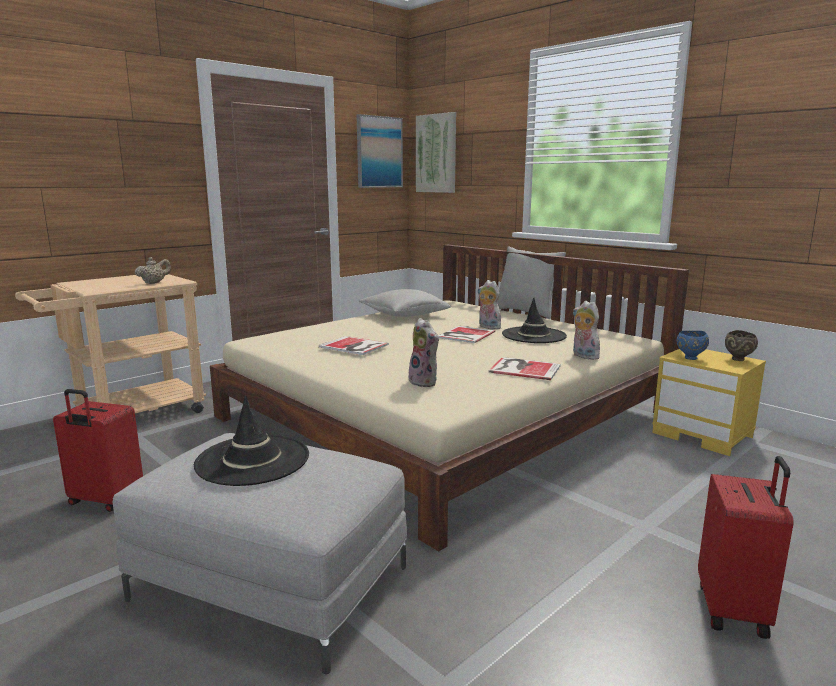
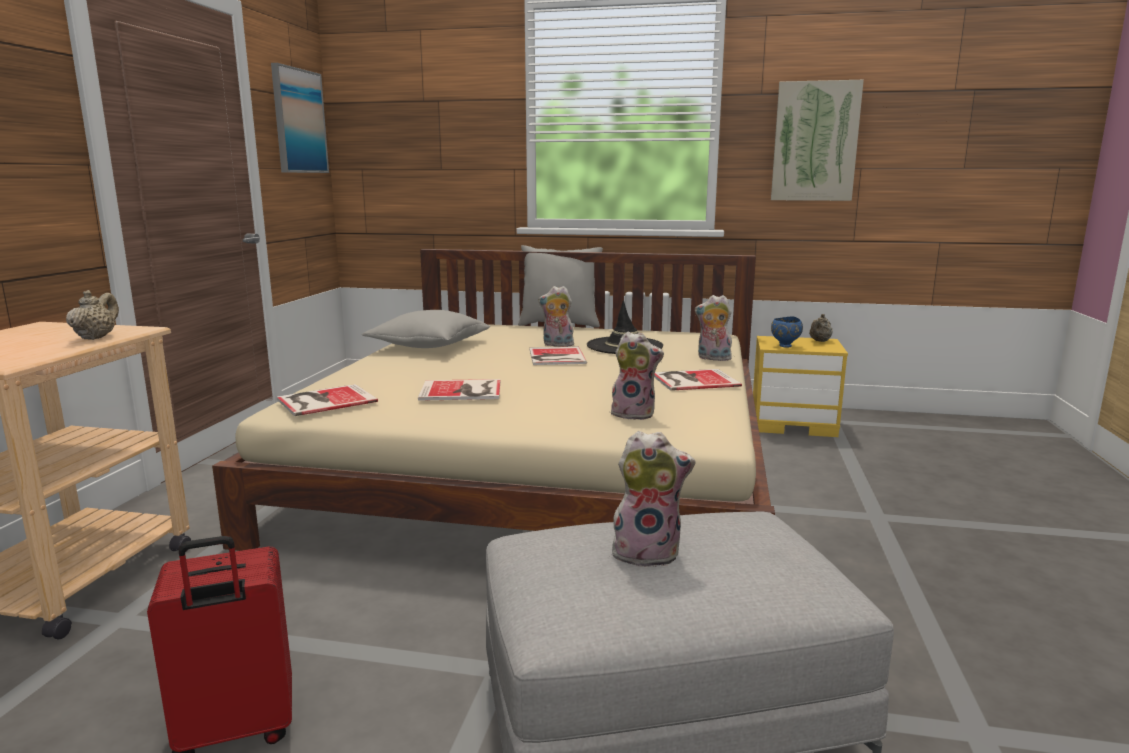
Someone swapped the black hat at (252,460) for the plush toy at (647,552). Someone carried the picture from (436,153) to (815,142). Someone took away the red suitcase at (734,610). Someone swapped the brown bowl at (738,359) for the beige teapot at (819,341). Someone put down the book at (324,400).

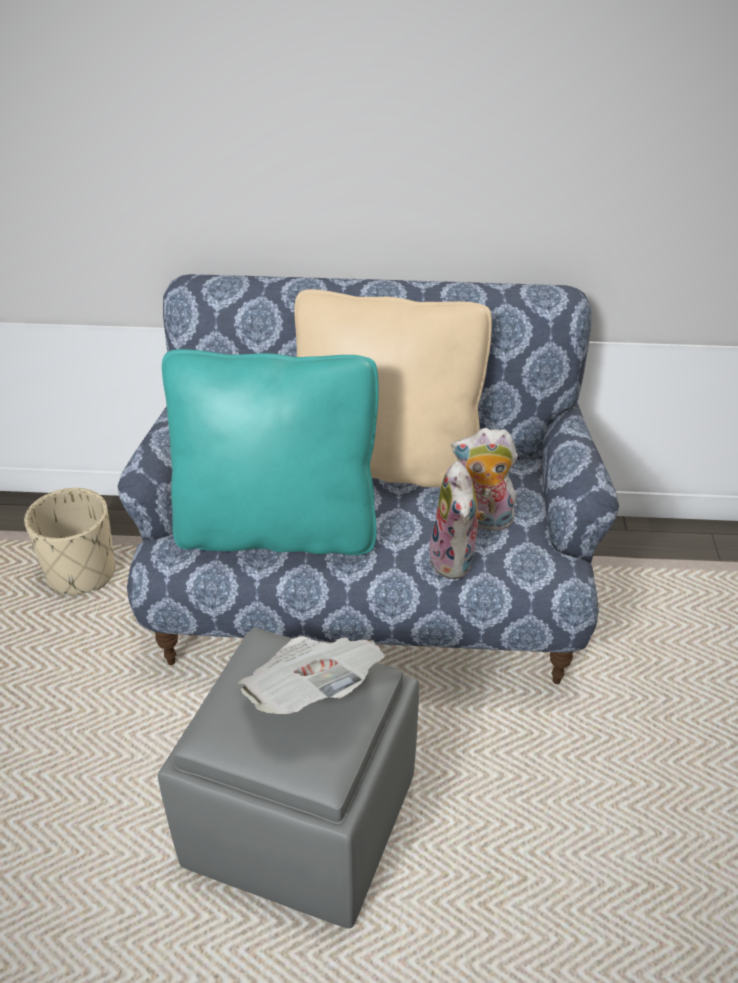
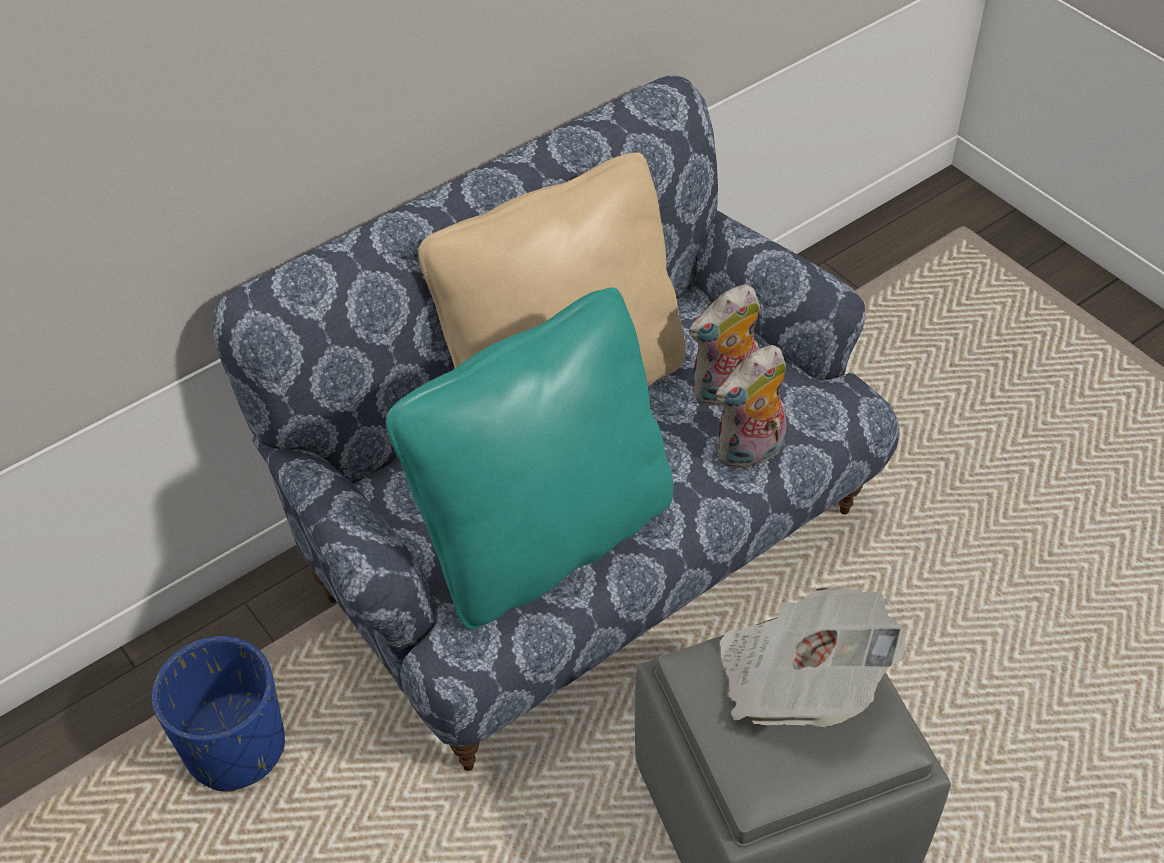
Someone repainted the beige planter at (81,573), which became the blue planter at (235,747). Someone rotated the plush toy at (456,561) by 105 degrees clockwise.

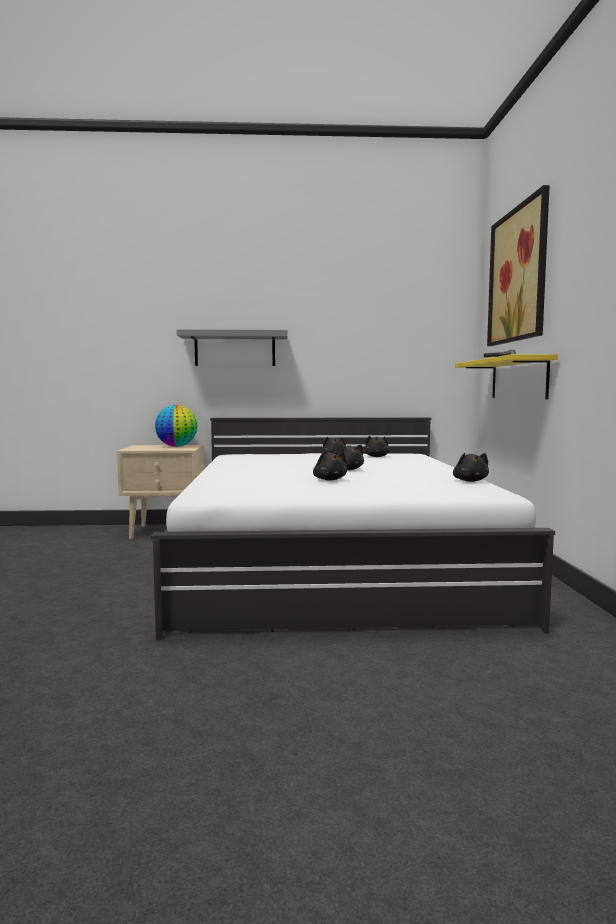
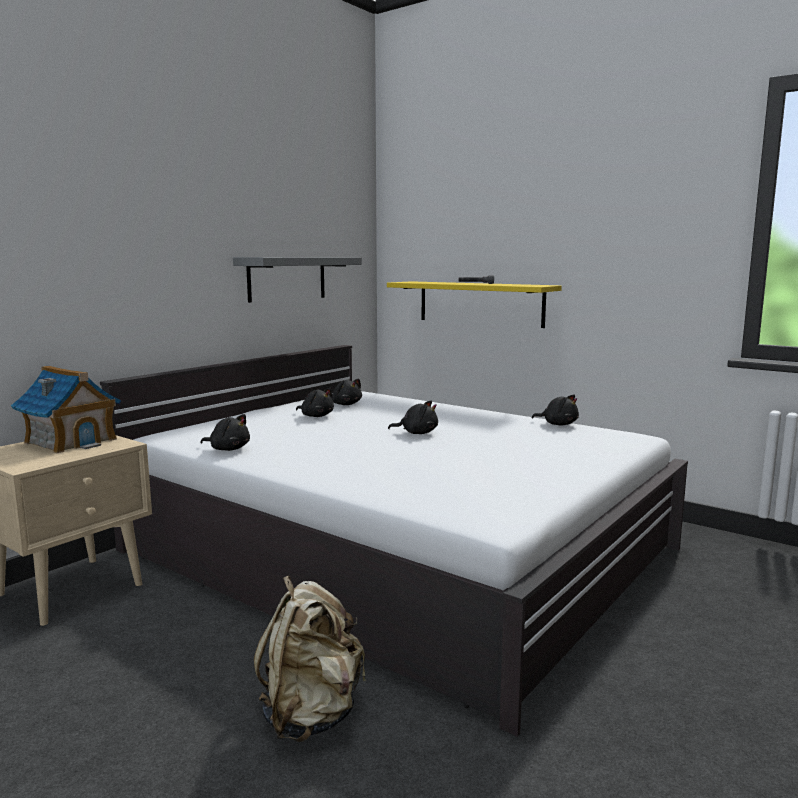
Someone swapped the globe at (177,446) for the toy house at (71,441). Someone carried the grey shelf from (235,349) to (287,278). Someone carried the black plush toy from (329,480) to (228,449). Someone took away the picture at (518,275). Someone put down the beige backpack at (311,714).

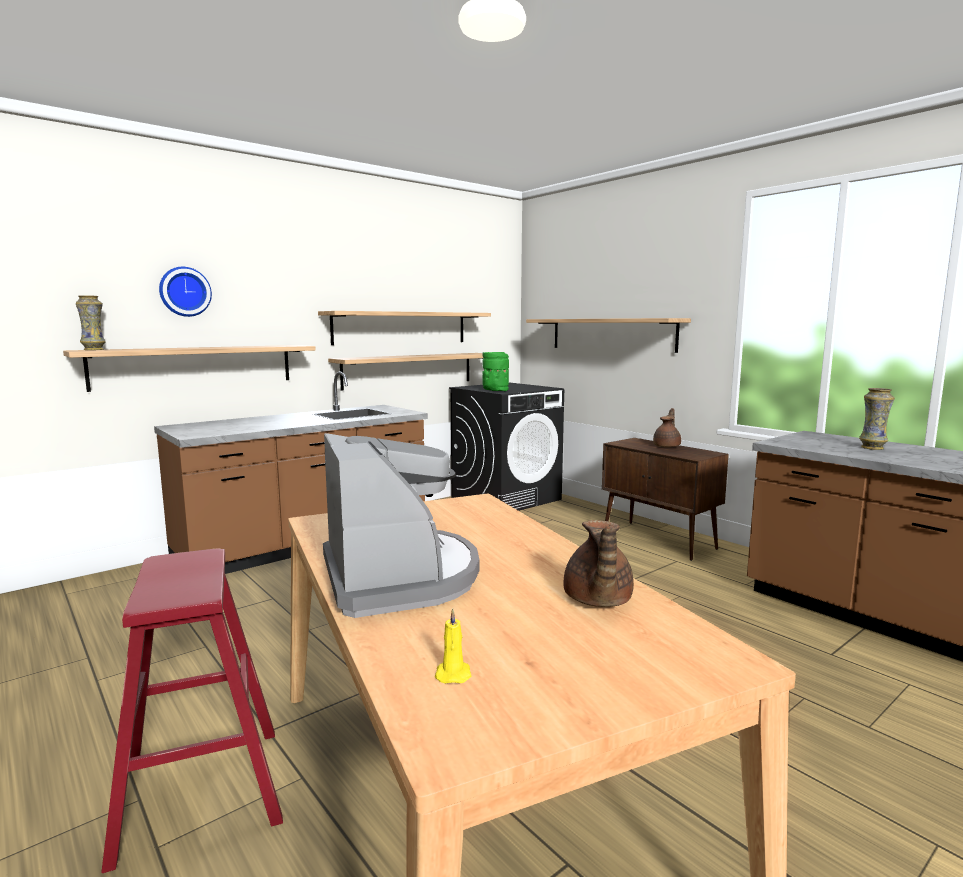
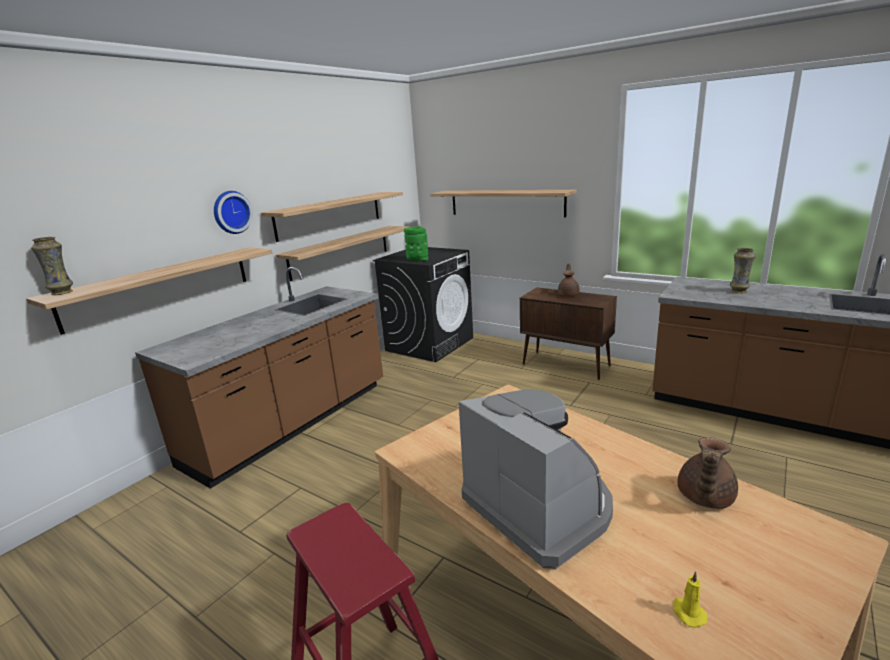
Someone carried the wall clock from (184,292) to (231,212). Someone rotated the brown teapot at (597,601) by 45 degrees clockwise.

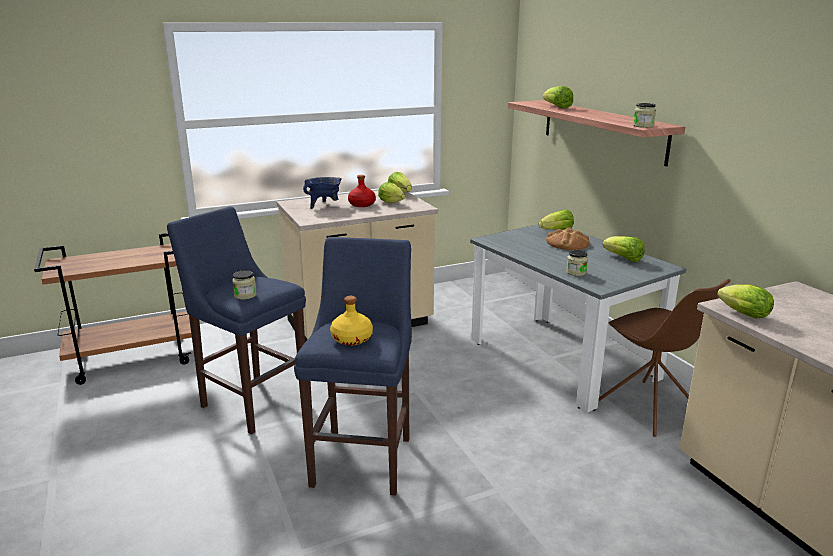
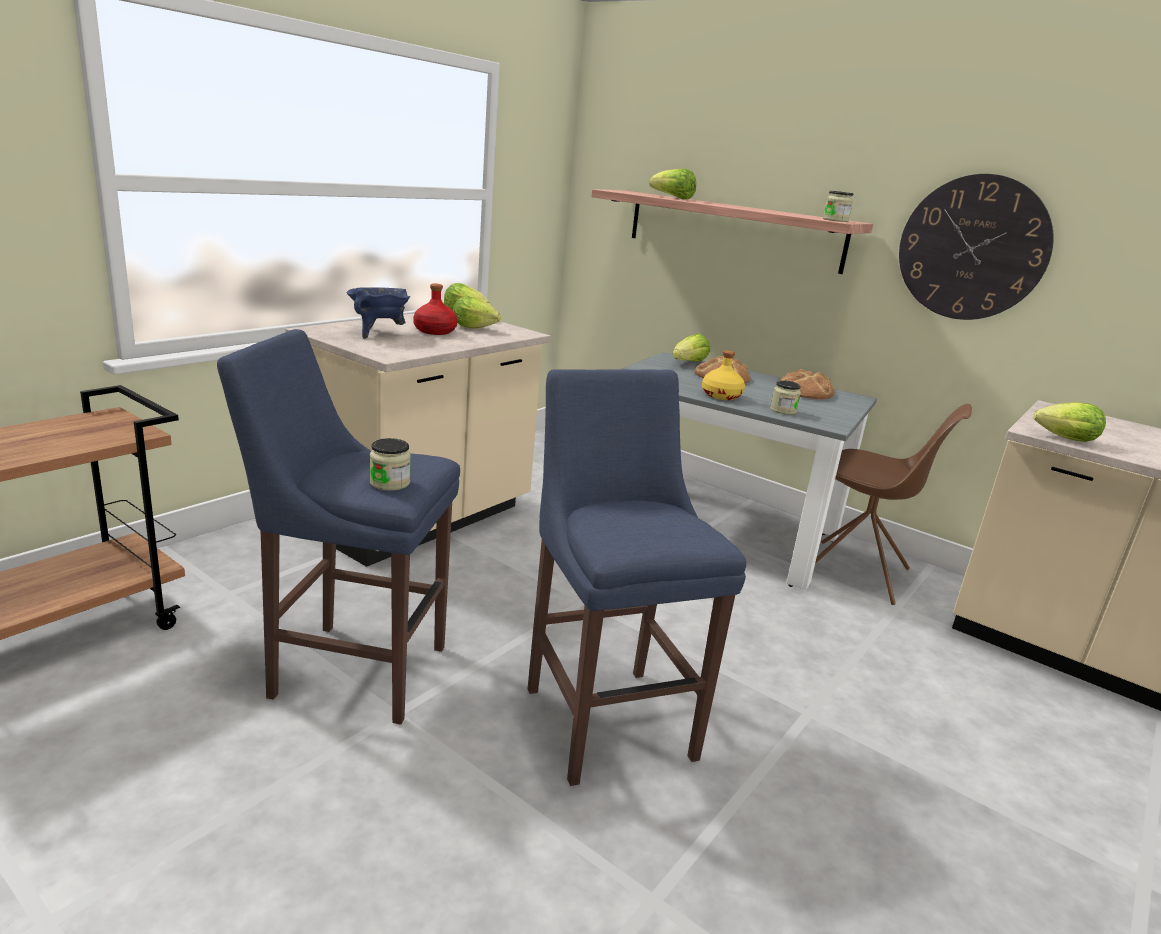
Someone carried the yellow bottle from (352,339) to (721,396). Someone swapped the lettuce at (623,259) for the bread at (805,391). Someone put up the wall clock at (972,248).

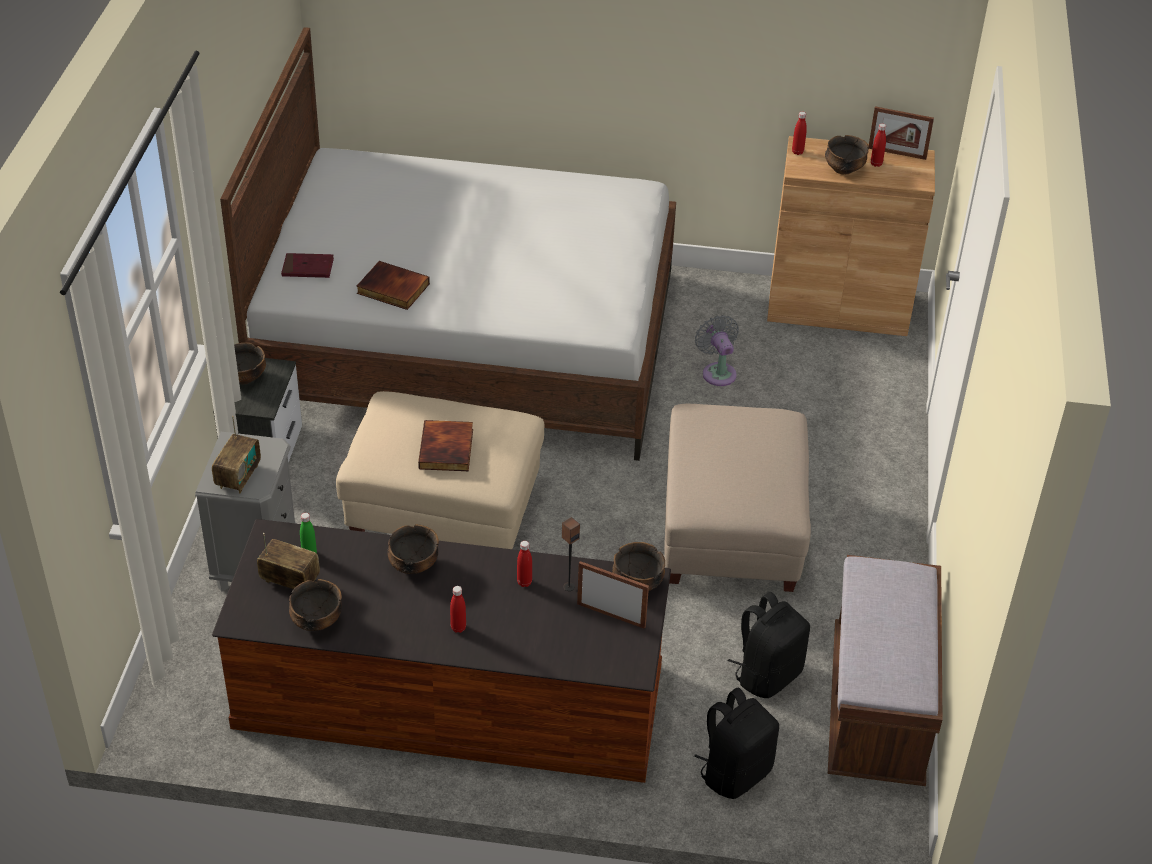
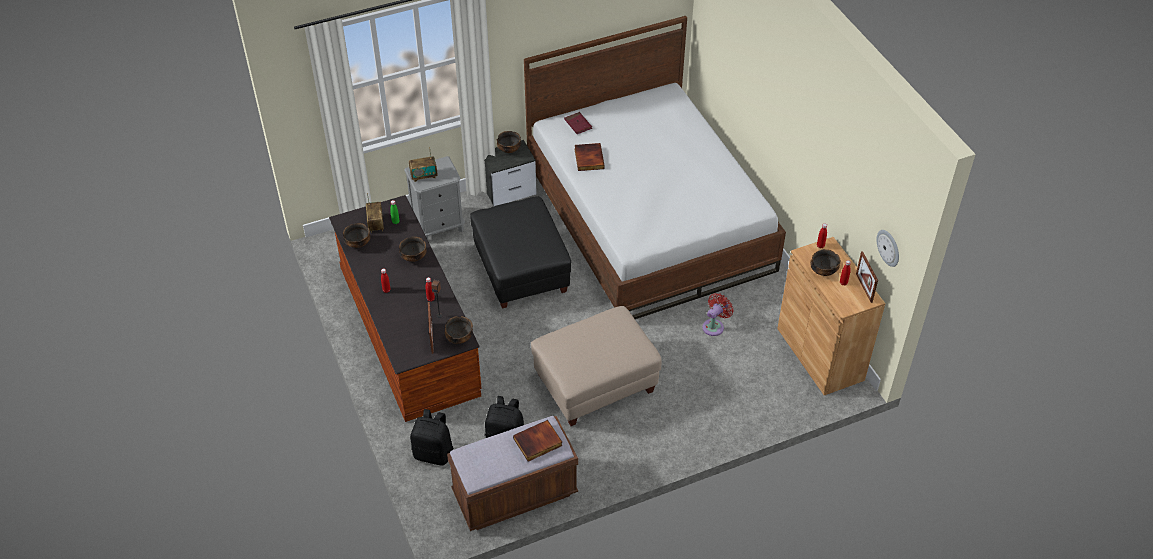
Someone repainted the beige ottoman at (443,512), which became the black ottoman at (520,271). Someone carried the book from (447,449) to (538,443). Someone repainted the grey fan at (718,372), which became the red fan at (714,326). Someone put up the wall clock at (889,247).

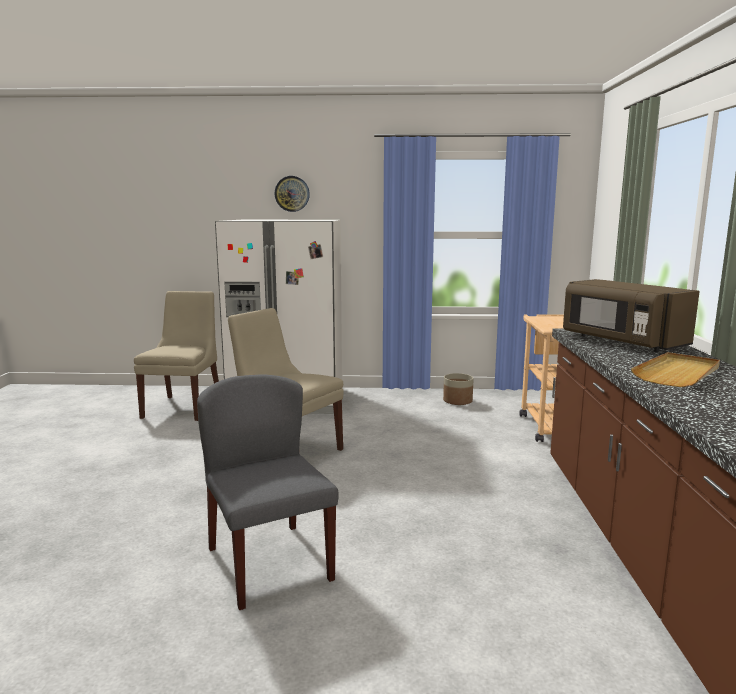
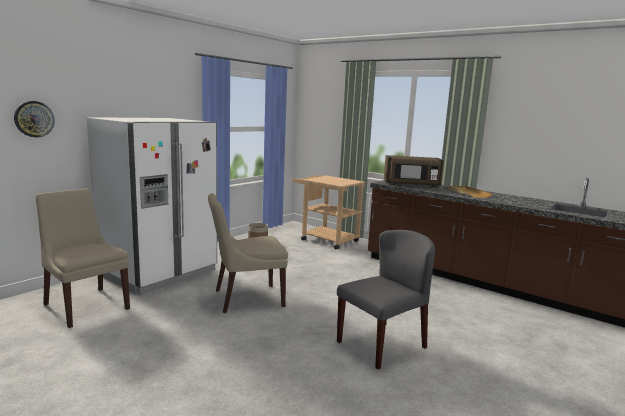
Someone rotated the grey chair at (268,563) by 135 degrees clockwise. Someone carried the wall clock from (292,194) to (34,119).

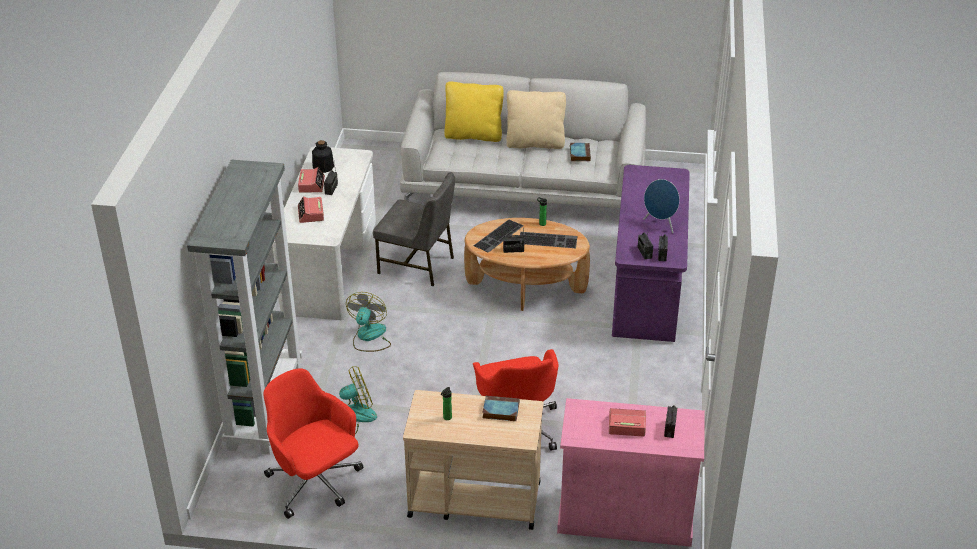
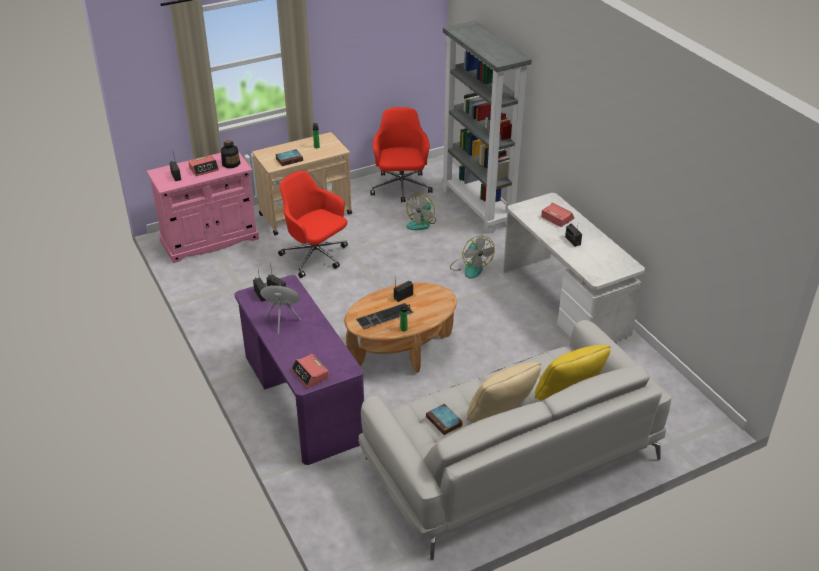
Someone rotated the red office chair at (315,483) by 105 degrees counterclockwise. Someone carried the alarm clock from (311,184) to (310,375). Someone carried the bottle from (323,167) to (231,163). Someone took away the grey chair at (417,265). Someone took away the keyboard at (499,236).

